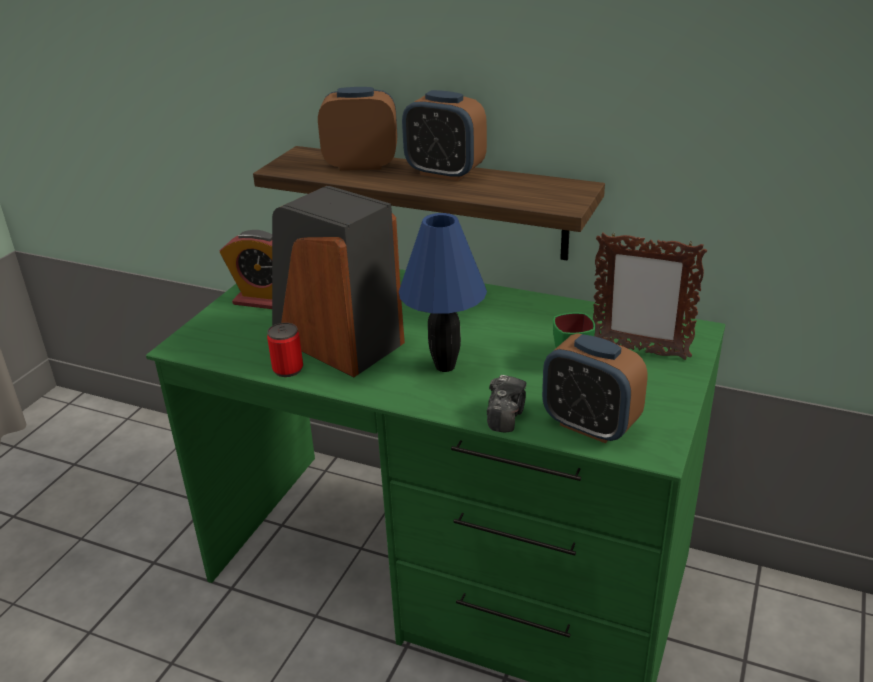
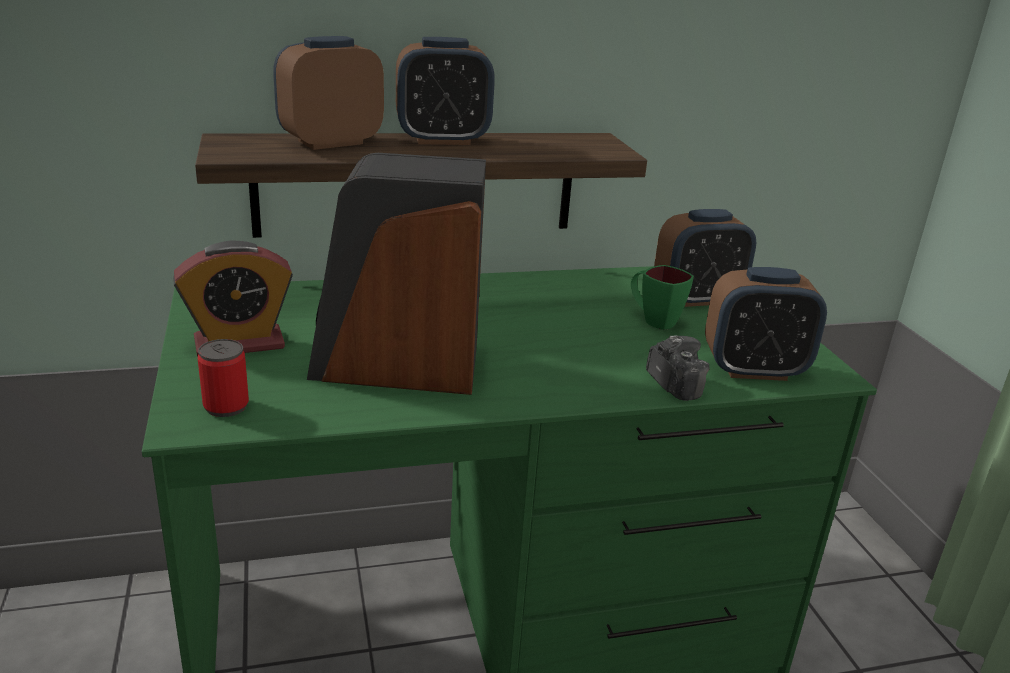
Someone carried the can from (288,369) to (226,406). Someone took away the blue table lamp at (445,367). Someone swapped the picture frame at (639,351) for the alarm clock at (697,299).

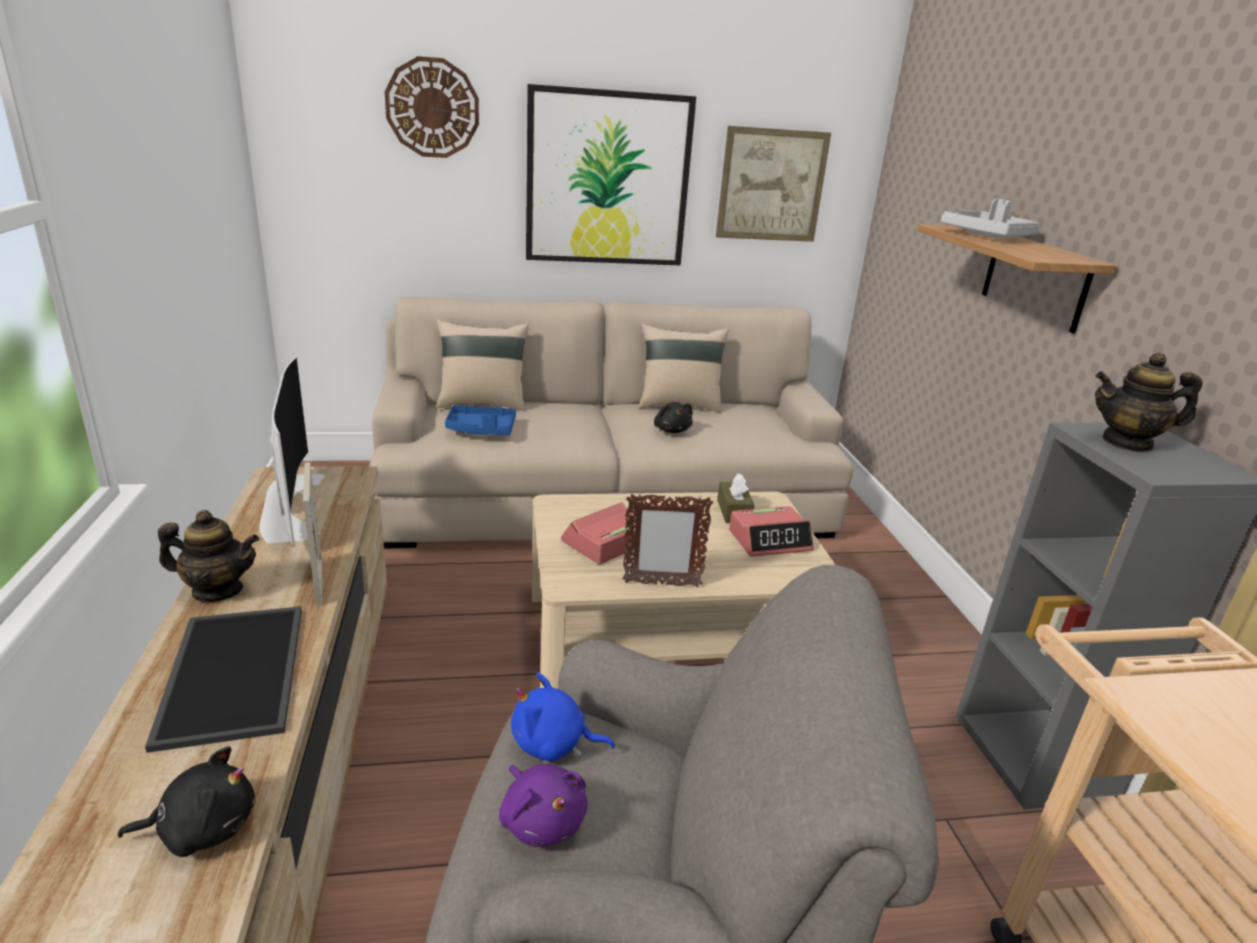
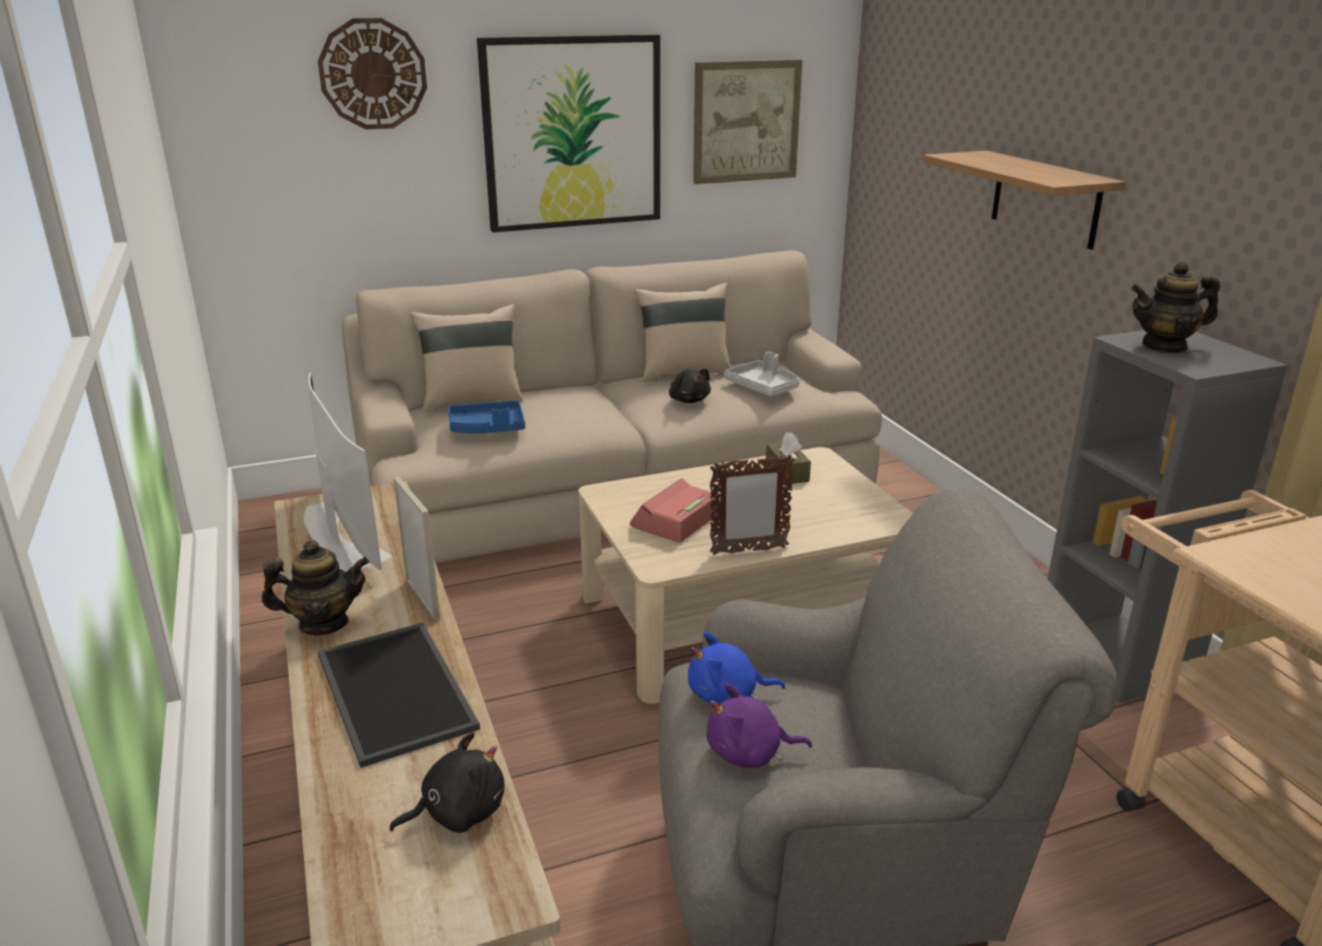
Someone rotated the purple plush toy at (541,820) by 135 degrees clockwise. Someone took away the alarm clock at (770,540). Someone carried the grey tray from (988,236) to (763,387).

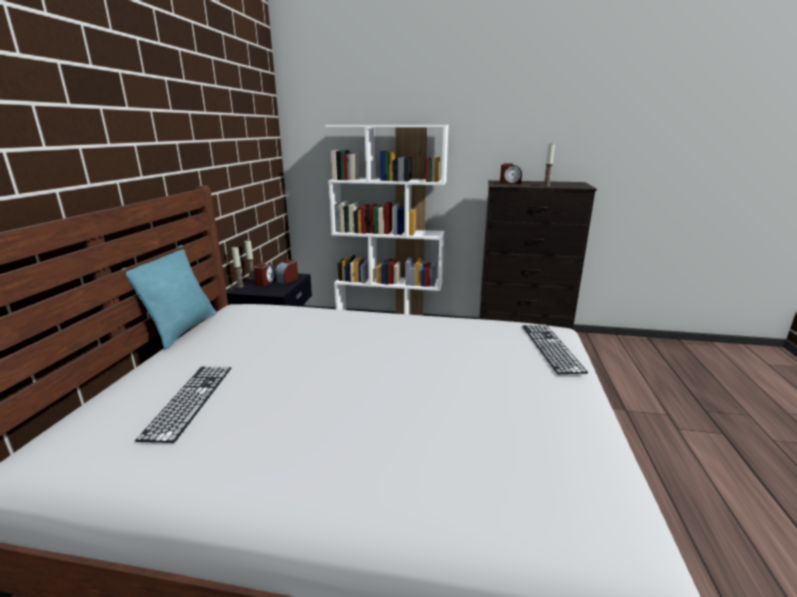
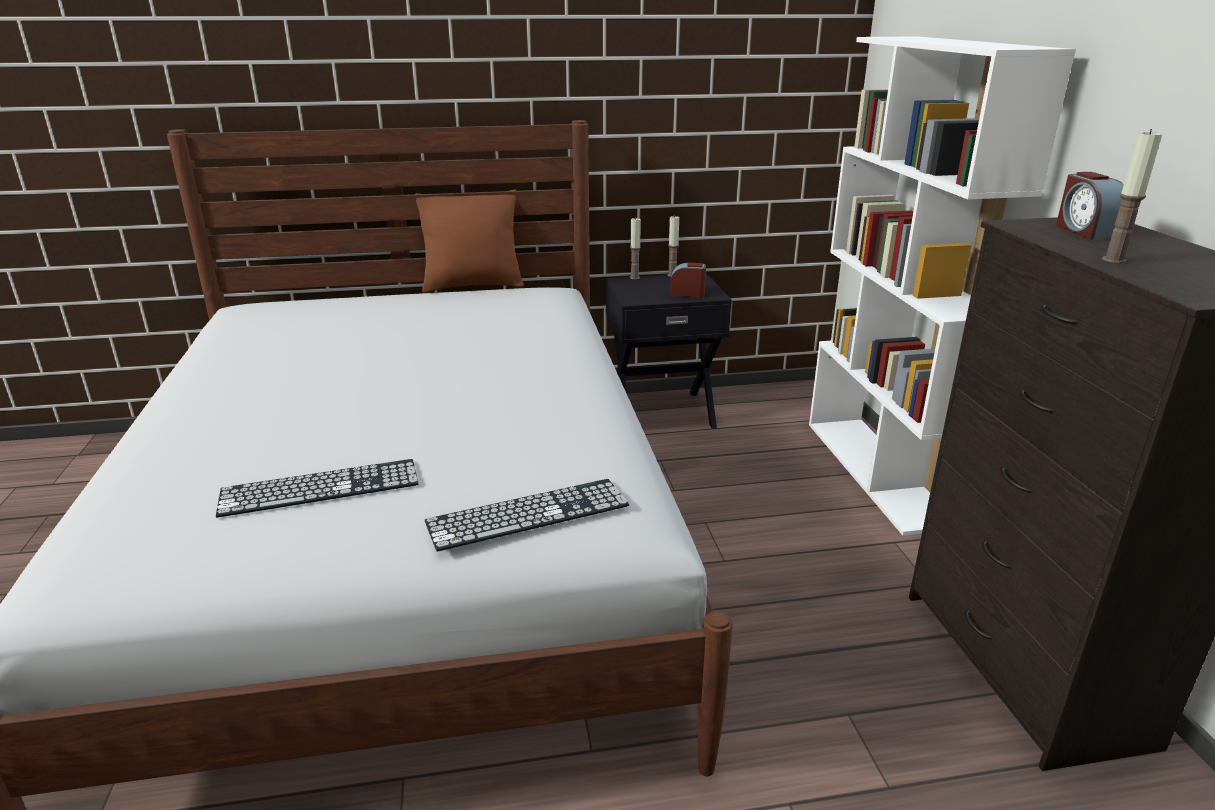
Someone repainted the turquoise pillow at (182,329), which became the brown pillow at (473,285). Someone carried the keyboard from (189,400) to (320,487). Someone took away the alarm clock at (265,282).

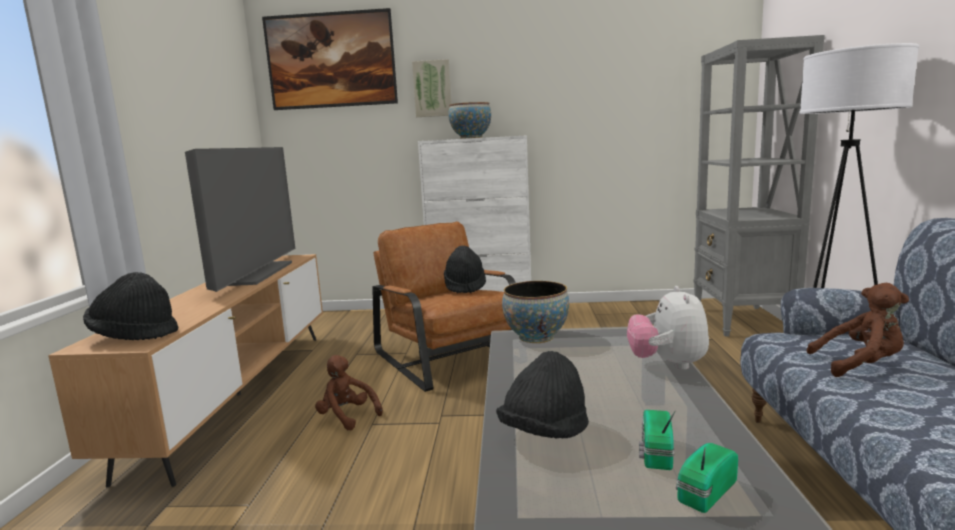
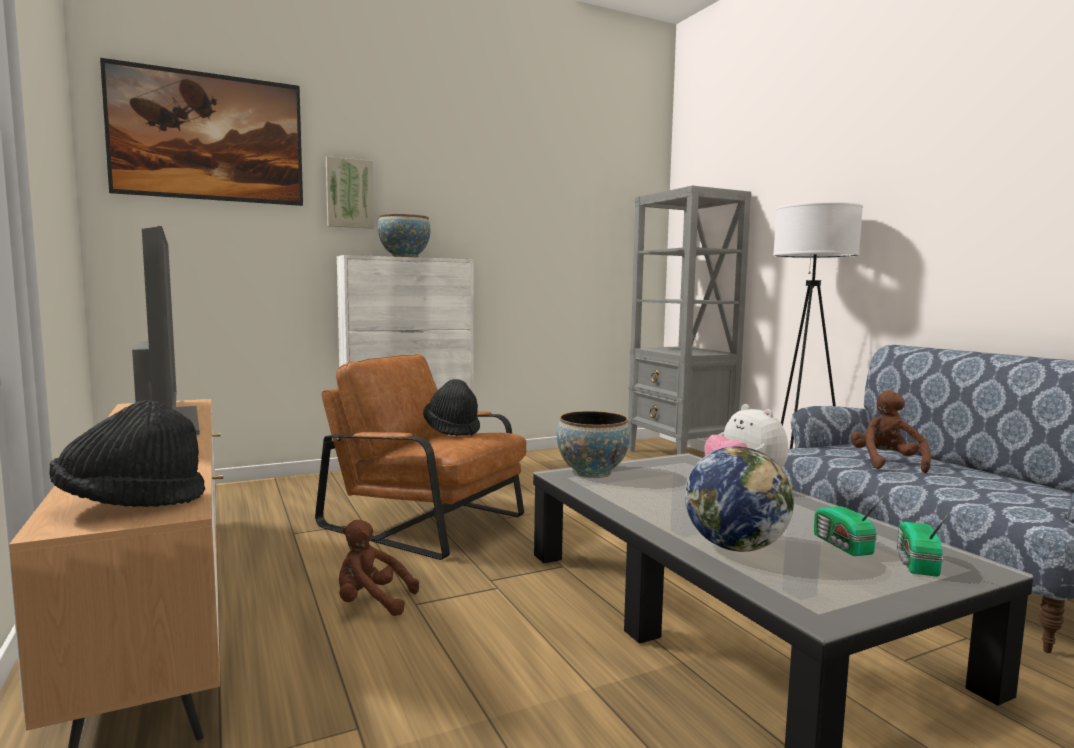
Someone swapped the black hat at (544,433) for the globe at (736,547). Someone rotated the brown plush toy at (860,365) by 60 degrees counterclockwise.

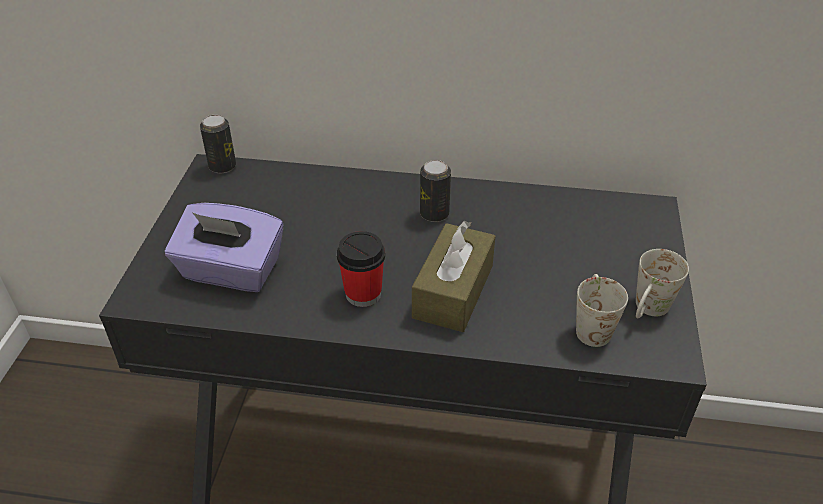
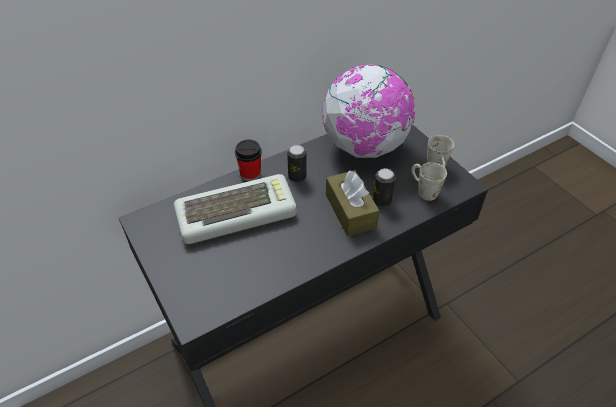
Someone took away the purple tissue box at (231,271). Someone carried the can from (222,166) to (381,200). Someone carried the cup from (363,294) to (250,174). Someone put down the keyboard at (237,213). Someone put down the globe at (365,147).

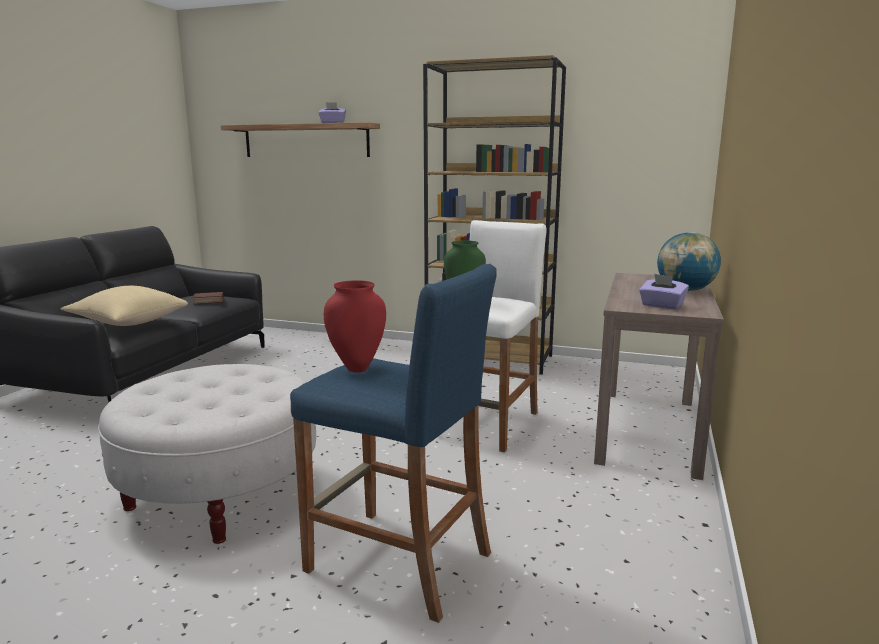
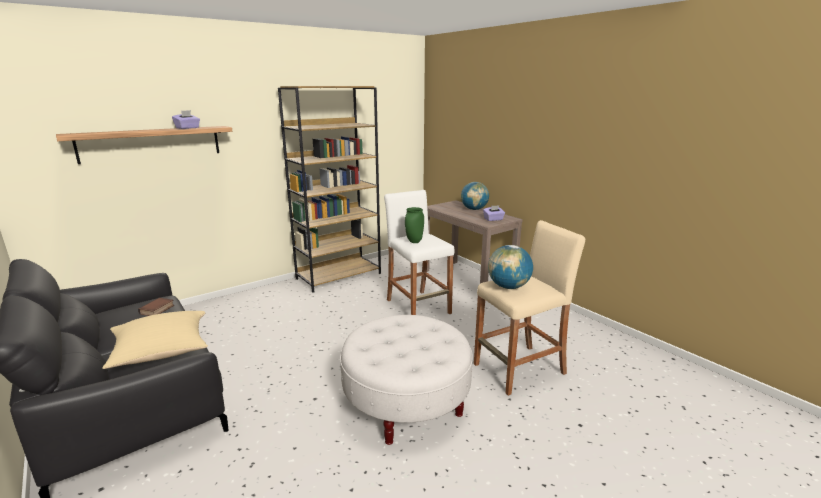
Someone repainted the blue stool at (398,562), which became the beige stool at (519,369). Someone swapped the red vase at (357,369) for the globe at (508,287).

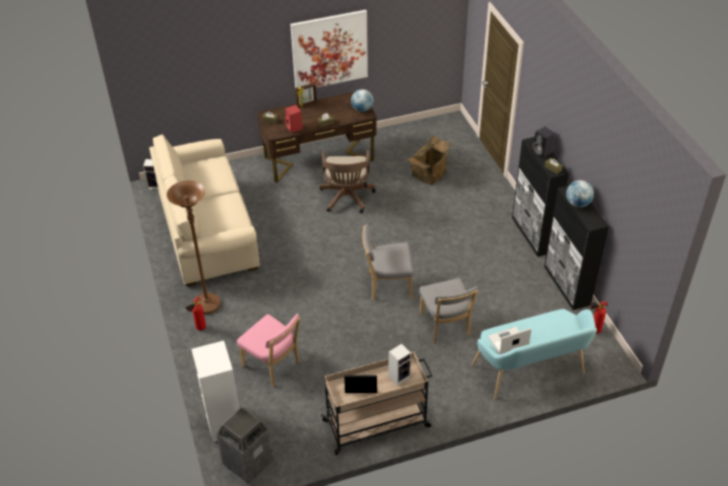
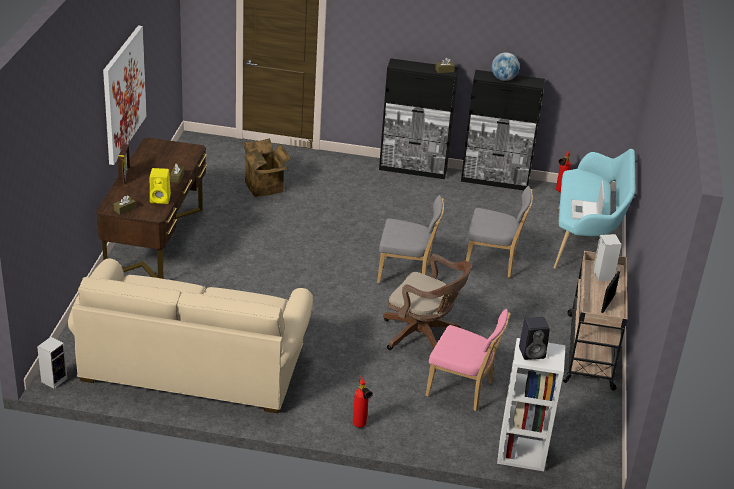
Someone took away the brown floor lamp at (207,304). Someone took away the trash can at (247,462). Someone rotated the pink chair at (273,366) by 45 degrees clockwise. Someone repainted the red speaker at (294,128), which became the yellow speaker at (161,199). Someone carried the brown office chair from (347,199) to (423,337). Someone took away the globe at (362,109). Someone rotated the grey chair at (387,285) by 105 degrees counterclockwise. Someone carried the black speaker from (542,152) to (532,352).

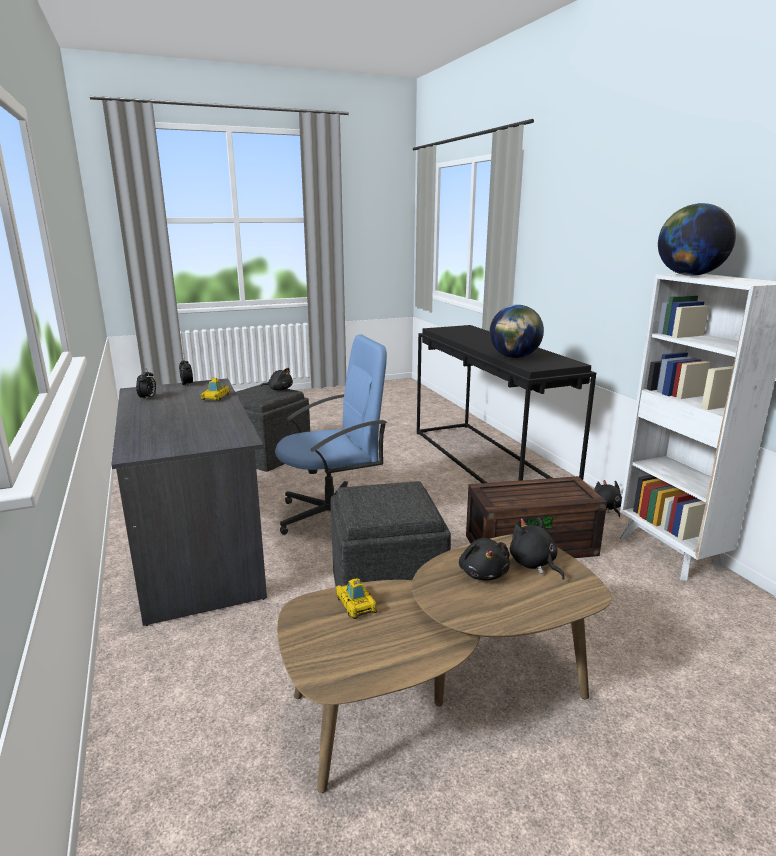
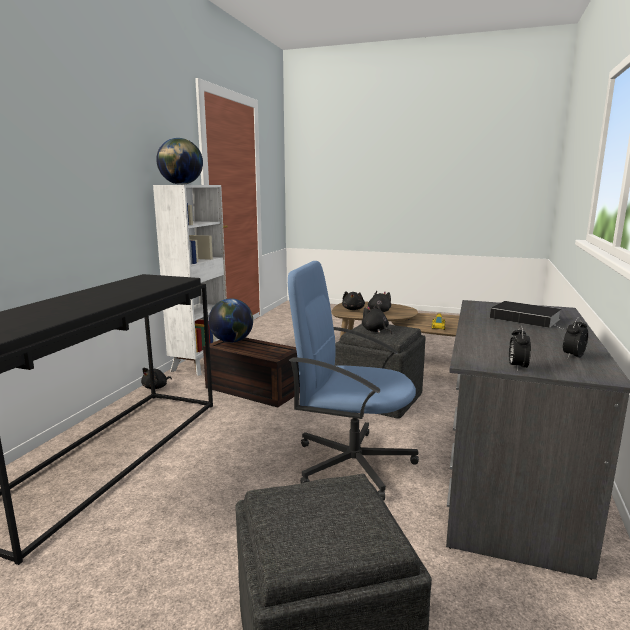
Someone took away the toy car at (215,397). Someone carried the black plush toy from (279,389) to (375,331). Someone carried the globe from (514,357) to (232,341). Someone put down the book at (527,319).

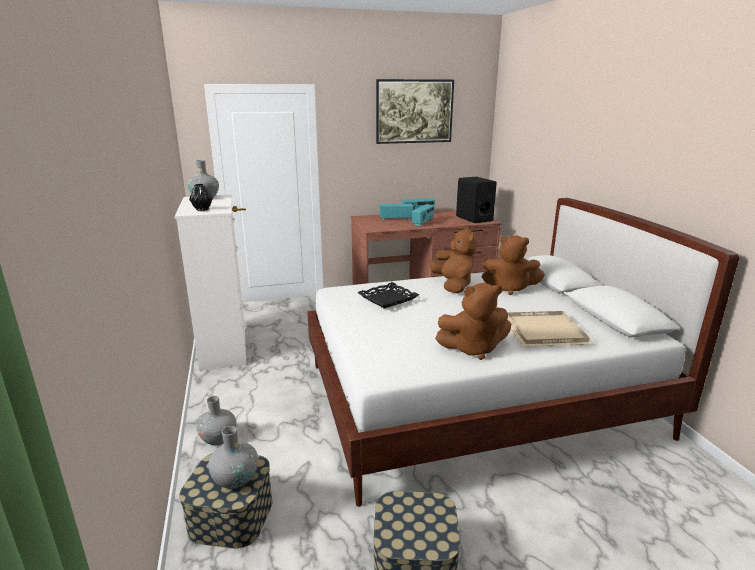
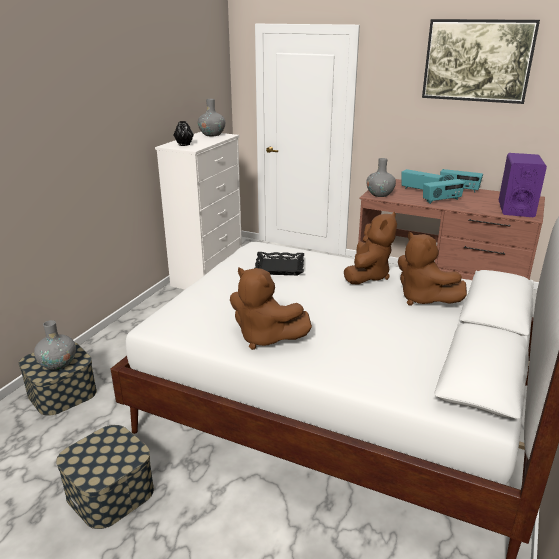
Someone carried the grey vase from (218,438) to (380,194). Someone repainted the black speaker at (474,218), which became the purple speaker at (515,209). Someone took away the beige tray at (542,331).

